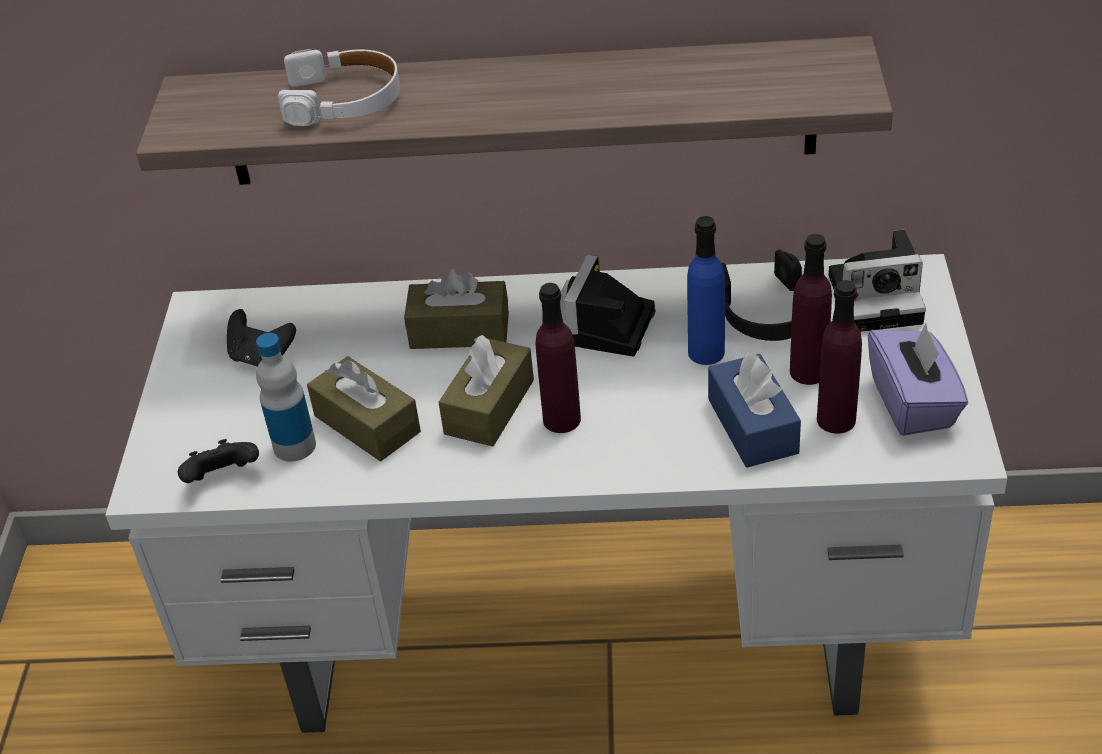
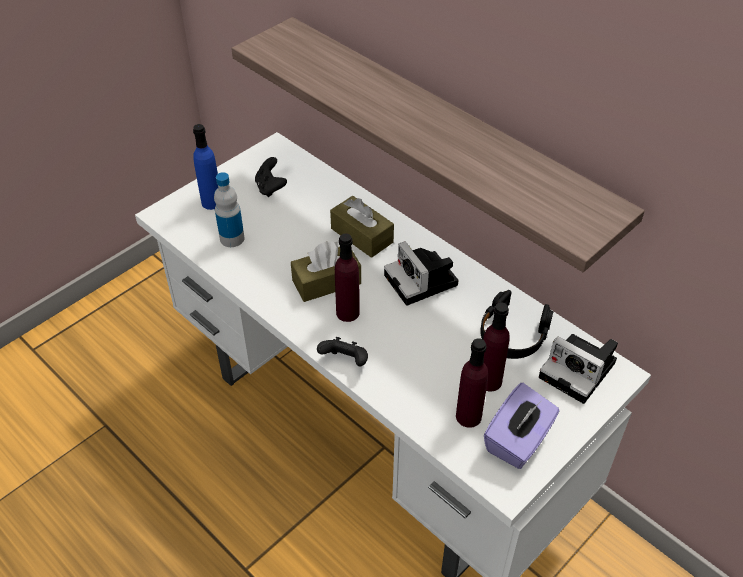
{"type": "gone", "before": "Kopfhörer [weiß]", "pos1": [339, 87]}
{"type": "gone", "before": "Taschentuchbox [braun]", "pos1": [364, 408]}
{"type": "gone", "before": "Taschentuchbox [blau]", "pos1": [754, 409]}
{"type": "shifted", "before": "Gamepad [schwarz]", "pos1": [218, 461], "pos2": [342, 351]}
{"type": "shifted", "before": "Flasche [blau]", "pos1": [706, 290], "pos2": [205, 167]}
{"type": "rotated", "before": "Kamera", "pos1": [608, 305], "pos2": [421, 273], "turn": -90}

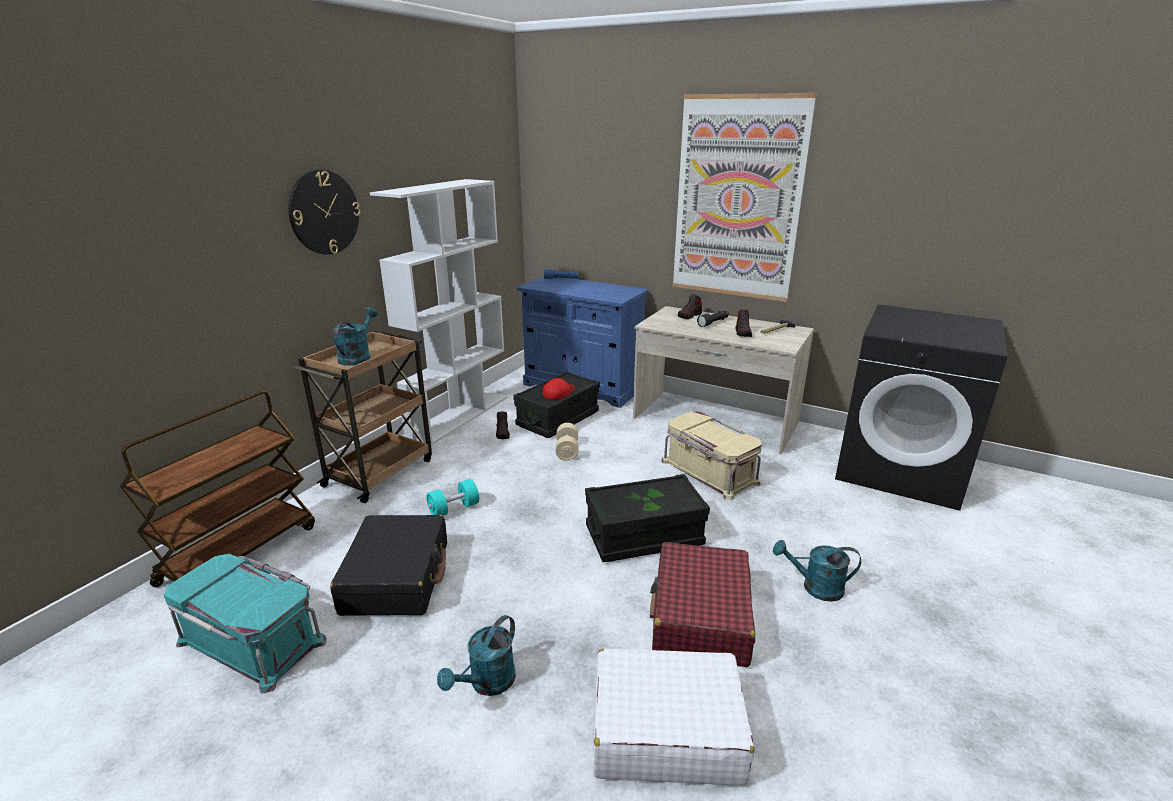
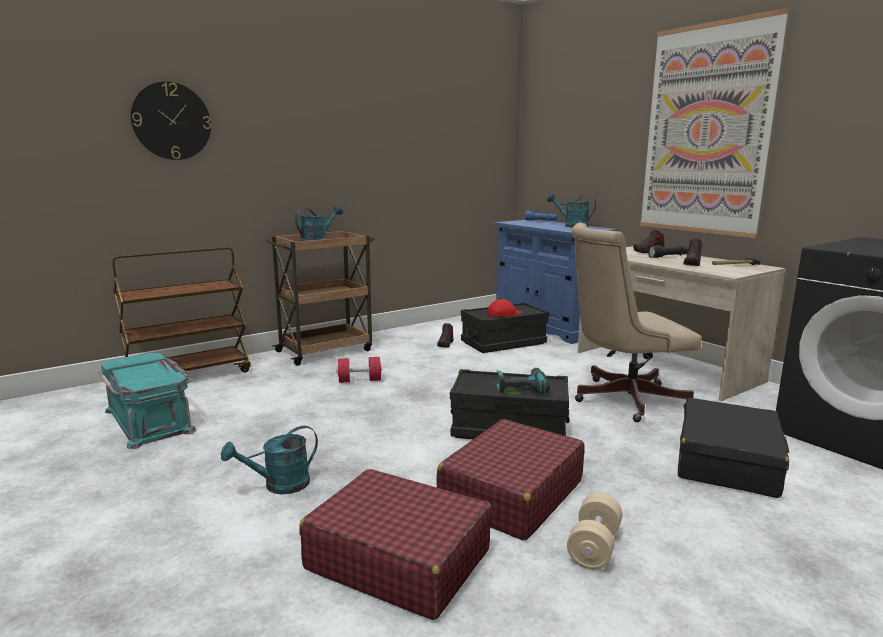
{"type": "gone", "before": "Bücherregal [weiß]", "pos1": [438, 312]}
{"type": "new", "after": "Bohrmaschine", "pos2": [523, 381]}
{"type": "shifted", "before": "Wanduhr", "pos1": [324, 212], "pos2": [171, 120]}
{"type": "shifted", "before": "Koffer [schwarz]", "pos1": [388, 565], "pos2": [733, 448]}
{"type": "shifted", "before": "Hantel [beige]", "pos1": [566, 442], "pos2": [594, 531]}
{"type": "shifted", "before": "Gießkanne [türkis]", "pos1": [817, 571], "pos2": [571, 210]}
{"type": "swapped", "before": "Aufbewahrungsbox [beige]", "after": "Bürostuhl [beige]", "pos1": [711, 455], "pos2": [636, 322]}
{"type": "repainted", "before": "Hantel [türkis]", "after": "Hantel [rot]", "pos1": [452, 497], "pos2": [359, 370]}
{"type": "repainted", "before": "Koffer [weiß]", "after": "Koffer [rot]", "pos1": [674, 717], "pos2": [395, 544]}

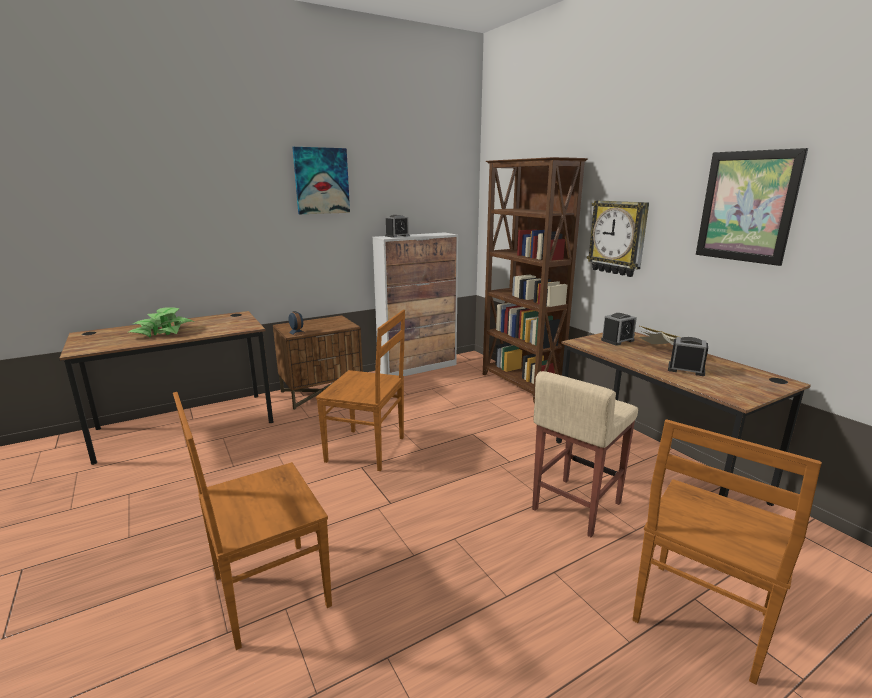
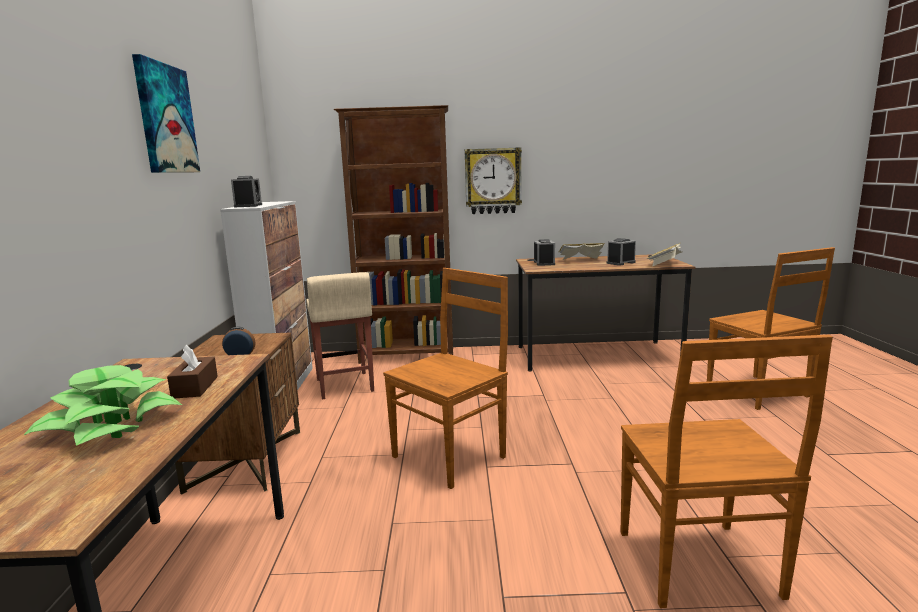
{"type": "gone", "before": "Bild", "pos1": [752, 207]}
{"type": "new", "after": "Taschentuchbox [braun]", "pos2": [192, 371]}
{"type": "new", "after": "Buch", "pos2": [664, 254]}
{"type": "shifted", "before": "Hocker [beige]", "pos1": [585, 454], "pos2": [340, 335]}

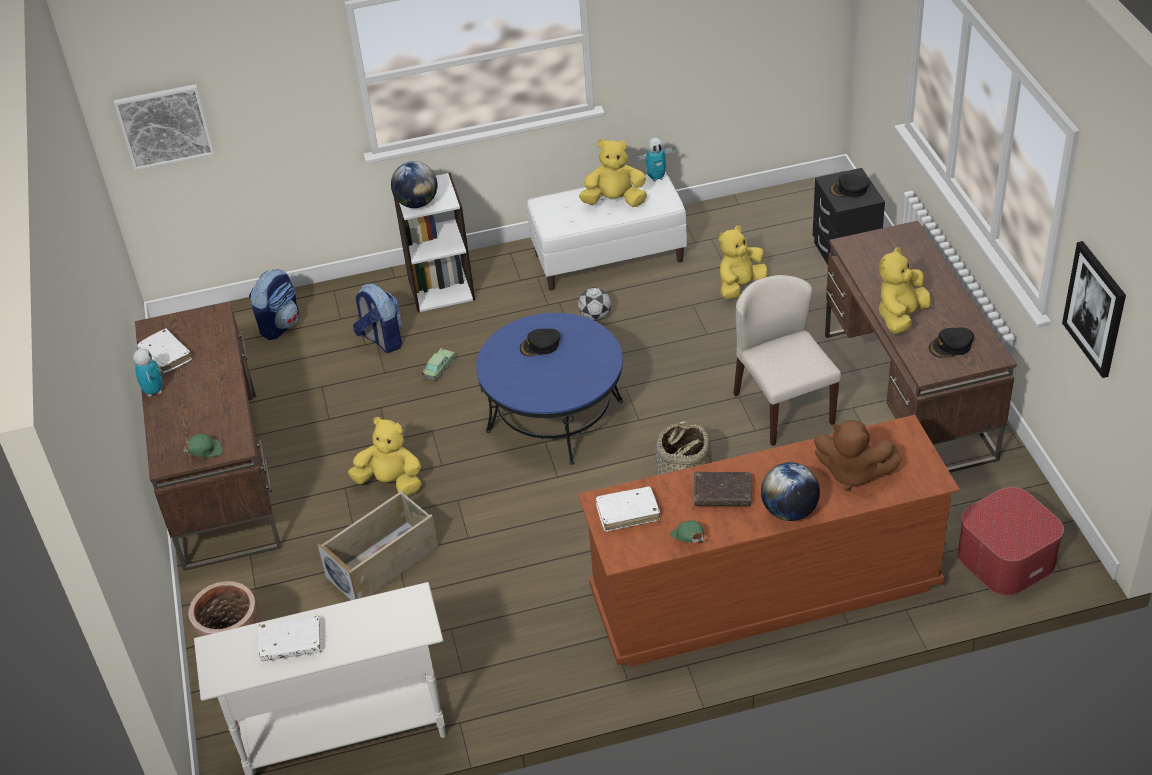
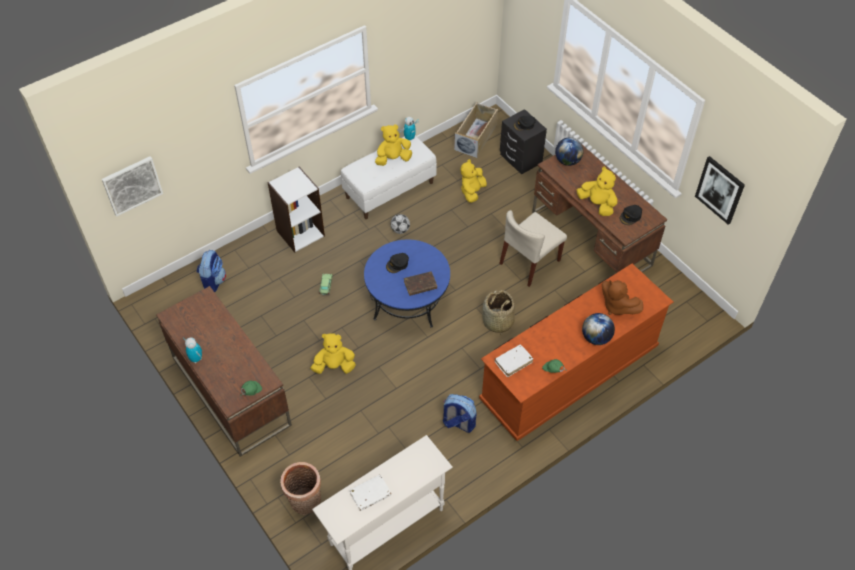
{"type": "gone", "before": "Buch [weiß]", "pos1": [165, 350]}
{"type": "gone", "before": "Polsterhocker", "pos1": [1010, 541]}
{"type": "shifted", "before": "Aufbewahrungsbox [beige]", "pos1": [378, 545], "pos2": [476, 130]}
{"type": "shifted", "before": "Rucksack", "pos1": [377, 318], "pos2": [460, 413]}
{"type": "shifted", "before": "Globus", "pos1": [414, 184], "pos2": [569, 151]}
{"type": "shifted", "before": "Buch [braun]", "pos1": [722, 489], "pos2": [420, 284]}
{"type": "rotated", "before": "Stuhl [beige]", "pos1": [787, 360], "pos2": [533, 248], "turn": -90}
{"type": "rotated", "before": "Plüschtier [braun]", "pos1": [858, 455], "pos2": [622, 297], "turn": 45}
{"type": "rotated", "before": "Plüschtier [gelb]", "pos1": [905, 290], "pos2": [597, 191], "turn": 120}

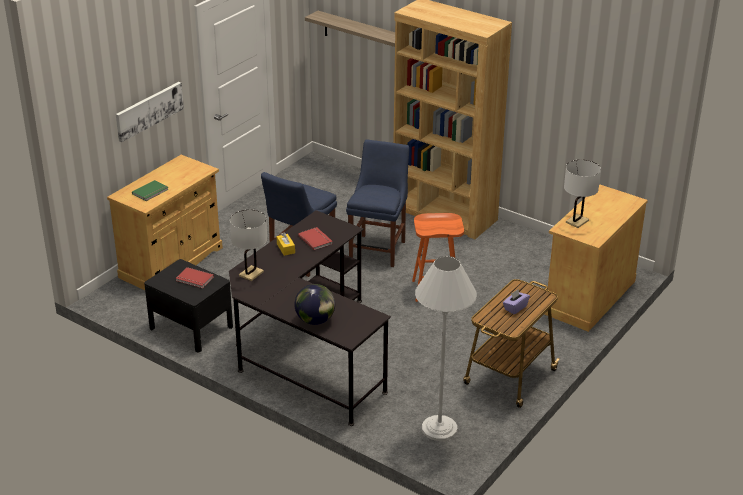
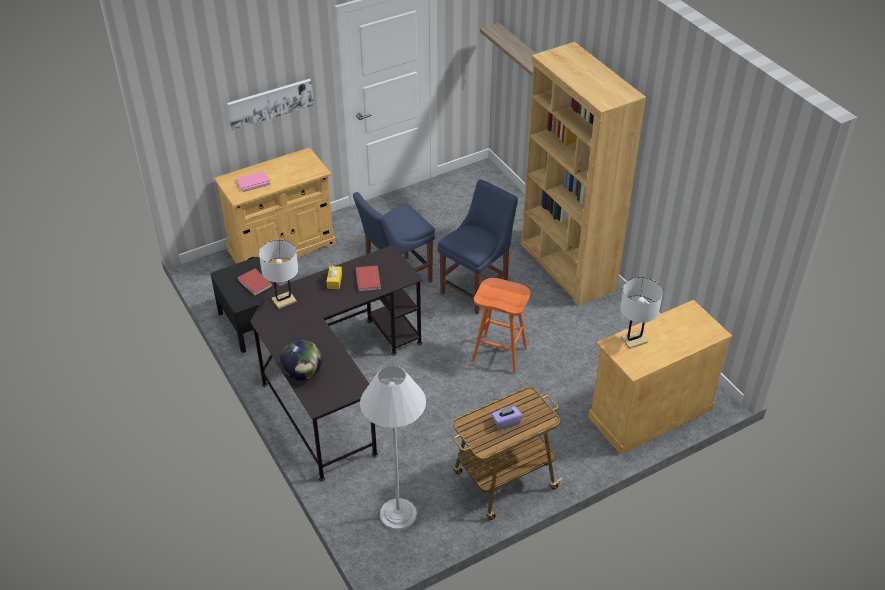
{"type": "repainted", "before": "Buch [grün]", "after": "Buch [rosa]", "pos1": [150, 190], "pos2": [253, 181]}

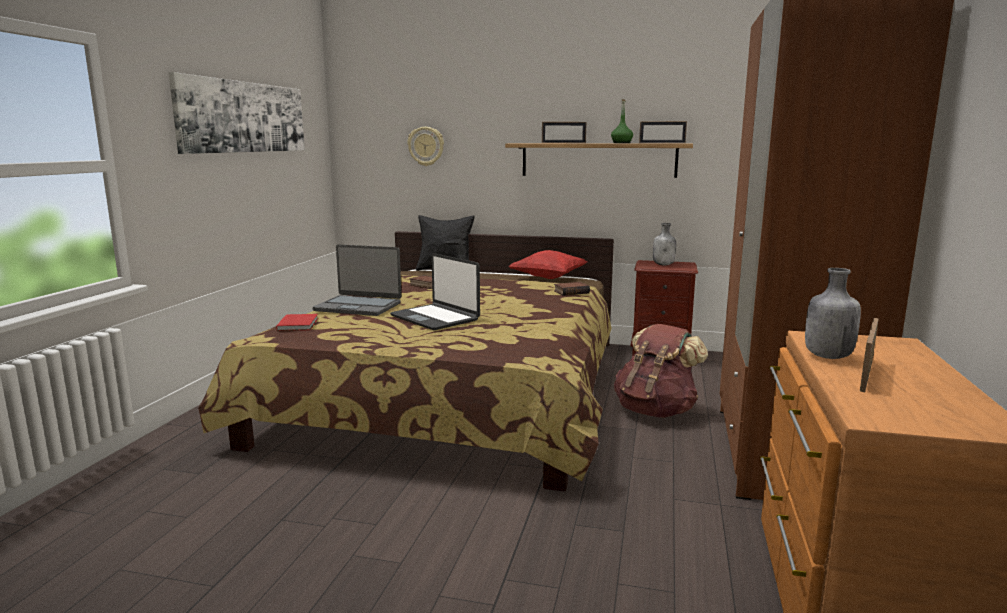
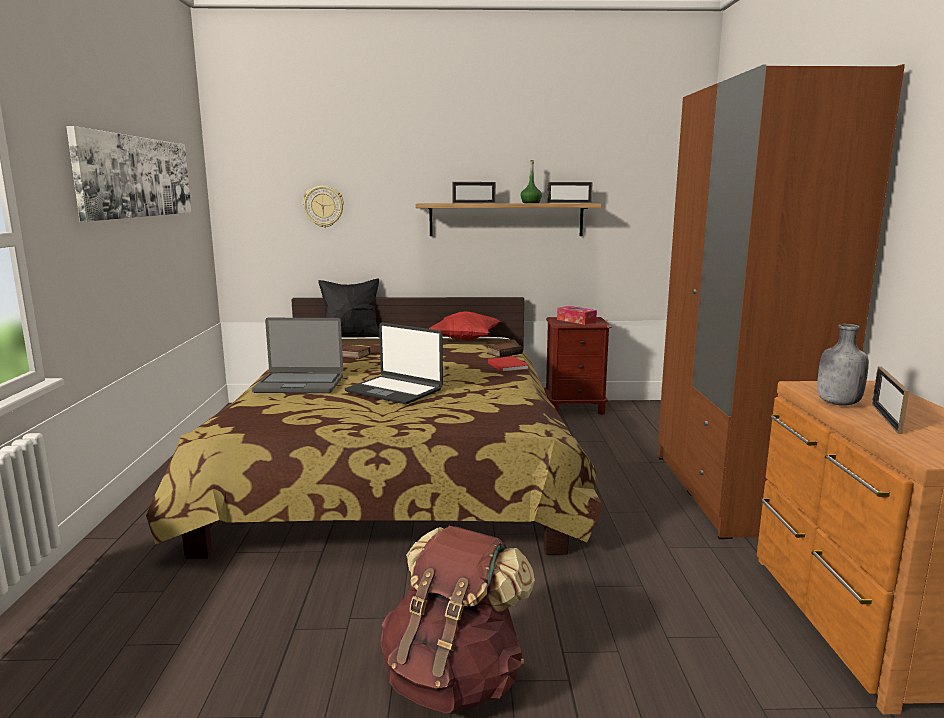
{"type": "shifted", "before": "Buch [rot]", "pos1": [297, 322], "pos2": [508, 364]}
{"type": "shifted", "before": "Rucksack [braun]", "pos1": [661, 371], "pos2": [457, 619]}
{"type": "swapped", "before": "Flasche [grau]", "after": "Taschentuchbox", "pos1": [664, 244], "pos2": [577, 315]}

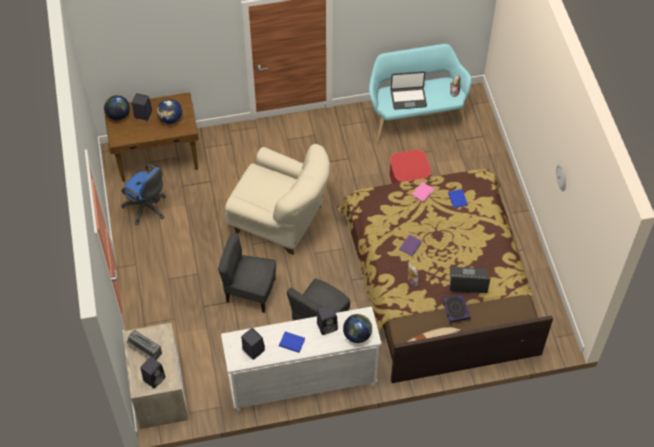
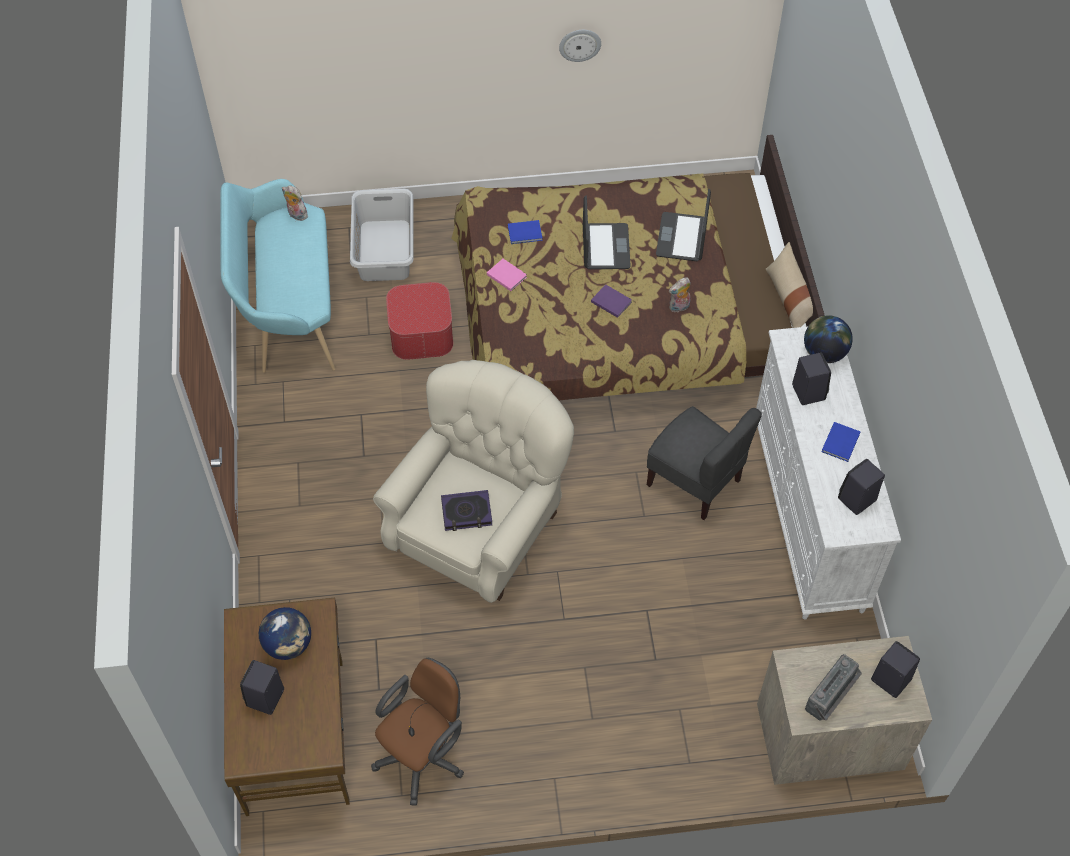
{"type": "gone", "before": "Globus", "pos1": [117, 107]}
{"type": "gone", "before": "Stuhl [grau]", "pos1": [247, 272]}
{"type": "new", "after": "Wäschekorb [grau]", "pos2": [382, 235]}
{"type": "shifted", "before": "Laptop", "pos1": [409, 90], "pos2": [607, 232]}
{"type": "shifted", "before": "Buch", "pos1": [456, 308], "pos2": [466, 510]}
{"type": "repainted", "before": "Bürostuhl [blau]", "after": "Bürostuhl [braun]", "pos1": [143, 194], "pos2": [417, 732]}

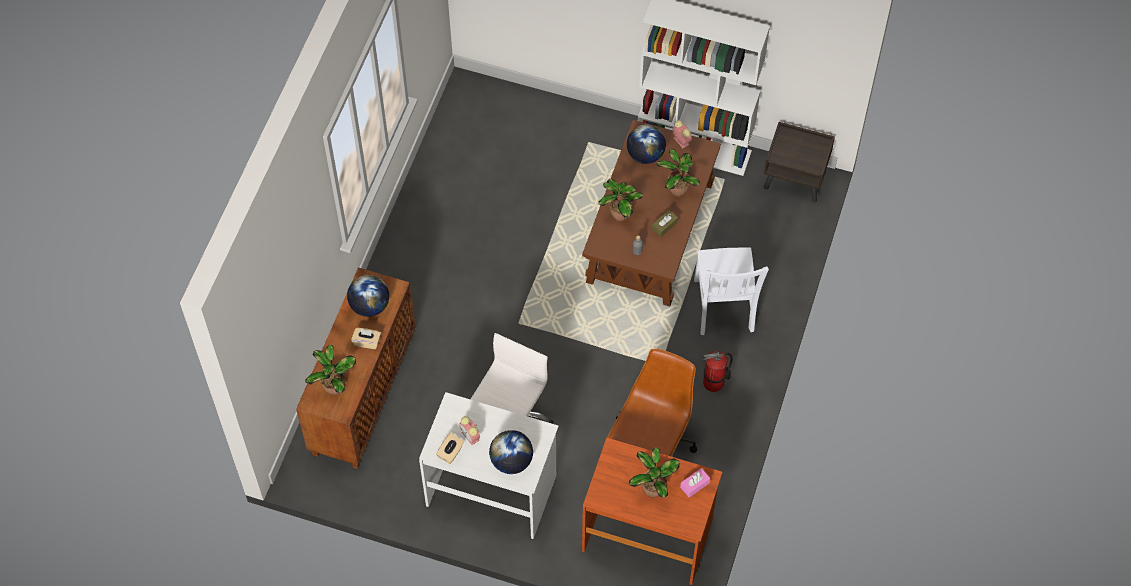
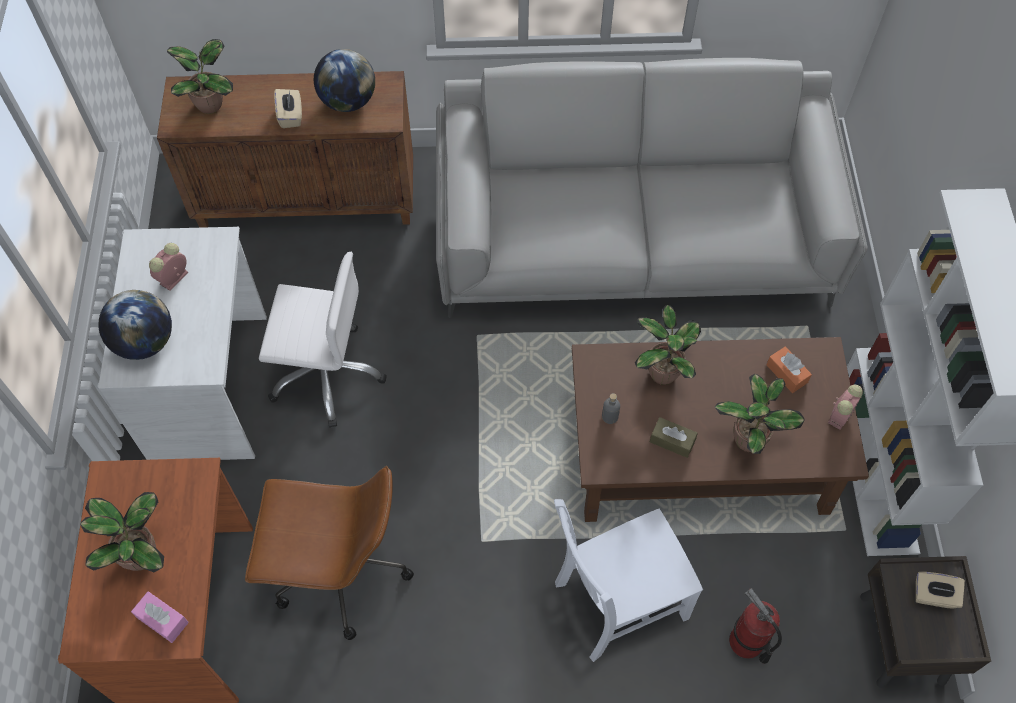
{"type": "new", "after": "Sofa [grau]", "pos2": [652, 188]}
{"type": "shifted", "before": "Taschentuchbox [beige]", "pos1": [450, 448], "pos2": [940, 590]}
{"type": "shifted", "before": "Feuerlöscher", "pos1": [717, 371], "pos2": [755, 626]}
{"type": "swapped", "before": "Globus", "after": "Taschentuchbox [orange]", "pos1": [646, 144], "pos2": [789, 370]}

